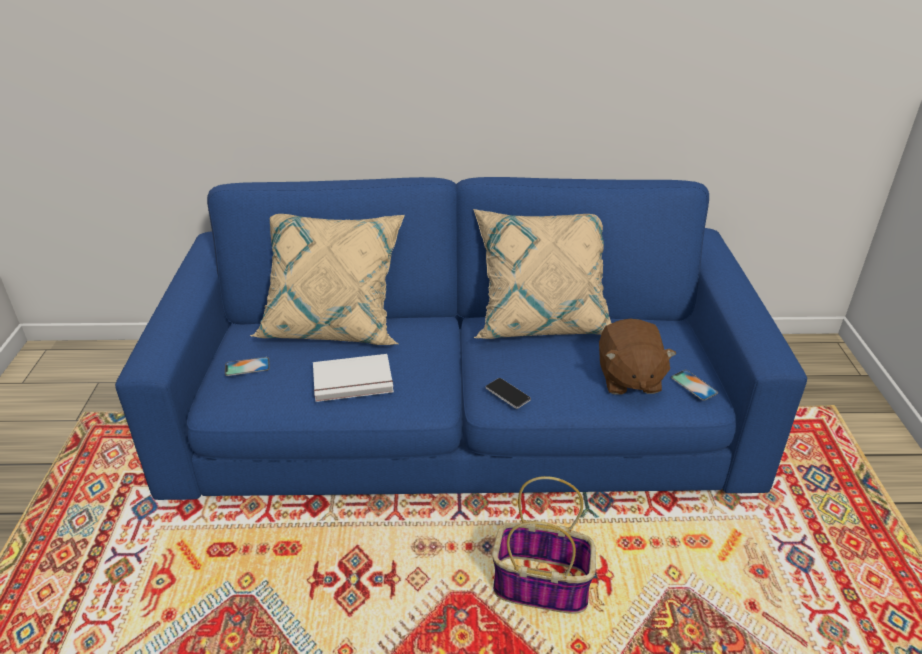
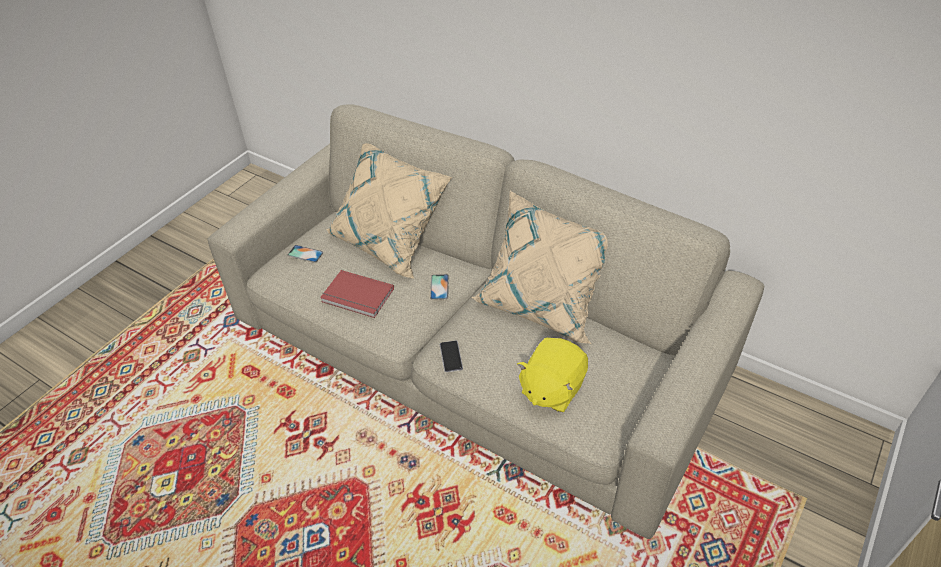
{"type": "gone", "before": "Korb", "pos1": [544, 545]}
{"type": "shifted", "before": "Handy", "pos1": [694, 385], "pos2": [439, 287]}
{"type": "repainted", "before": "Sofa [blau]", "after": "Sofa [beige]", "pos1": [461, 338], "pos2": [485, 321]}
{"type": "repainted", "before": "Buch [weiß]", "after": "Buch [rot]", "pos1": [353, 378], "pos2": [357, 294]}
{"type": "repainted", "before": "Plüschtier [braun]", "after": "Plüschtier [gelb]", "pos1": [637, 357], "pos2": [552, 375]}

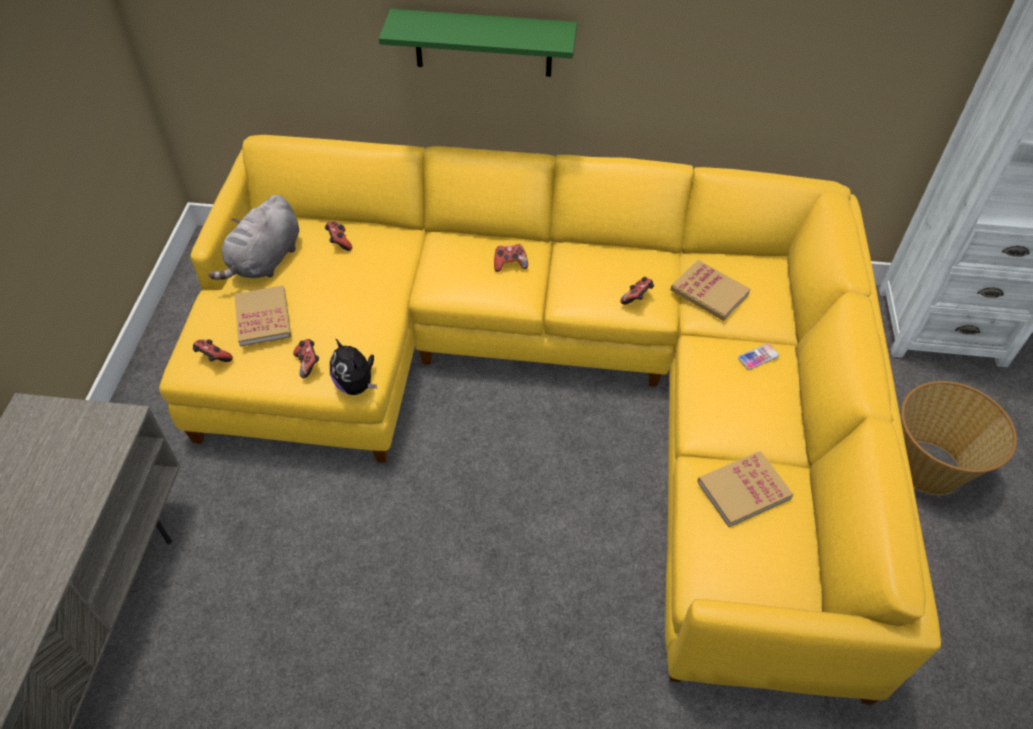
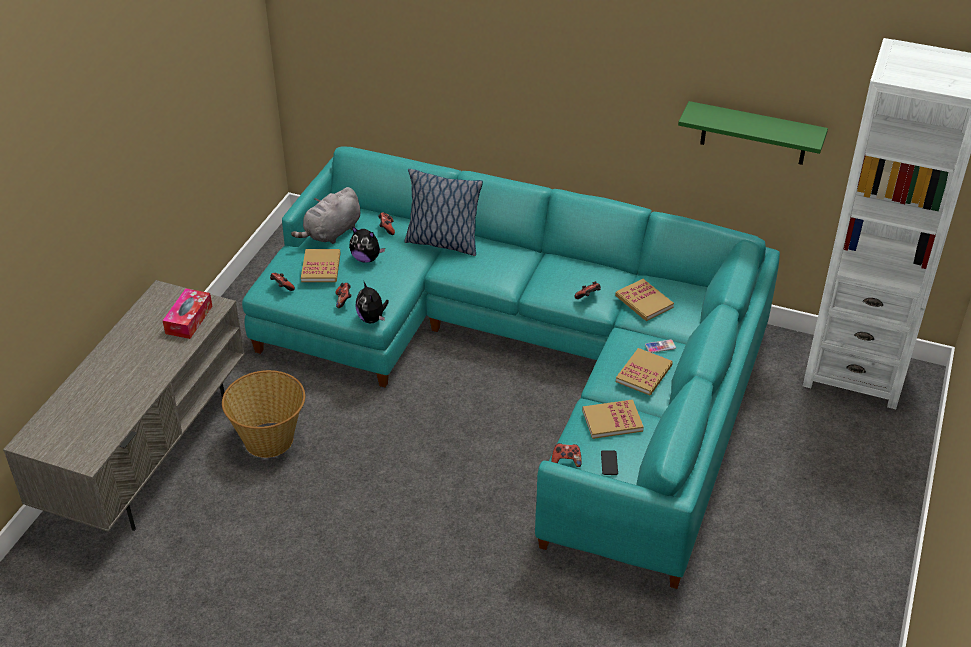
{"type": "new", "after": "Taschentuchbox", "pos2": [187, 313]}
{"type": "new", "after": "Plüschtier", "pos2": [367, 244]}
{"type": "new", "after": "Kissen", "pos2": [443, 212]}
{"type": "new", "after": "Handy", "pos2": [609, 462]}
{"type": "new", "after": "Buch", "pos2": [644, 371]}
{"type": "shifted", "before": "Wandregal [grün]", "pos1": [478, 43], "pos2": [753, 133]}
{"type": "shifted", "before": "Gamepad", "pos1": [511, 258], "pos2": [566, 455]}
{"type": "shifted", "before": "Korb", "pos1": [959, 438], "pos2": [263, 414]}
{"type": "repainted", "before": "Sofa [gelb]", "after": "Sofa [türkis]", "pos1": [550, 420], "pos2": [511, 367]}

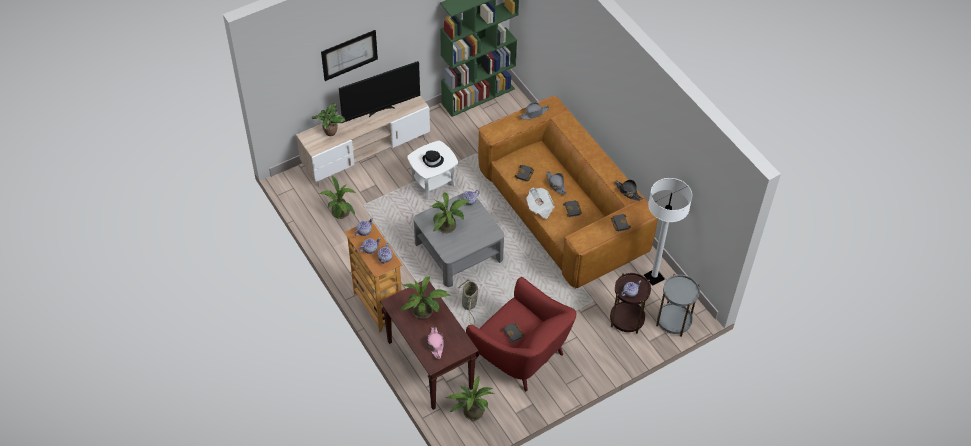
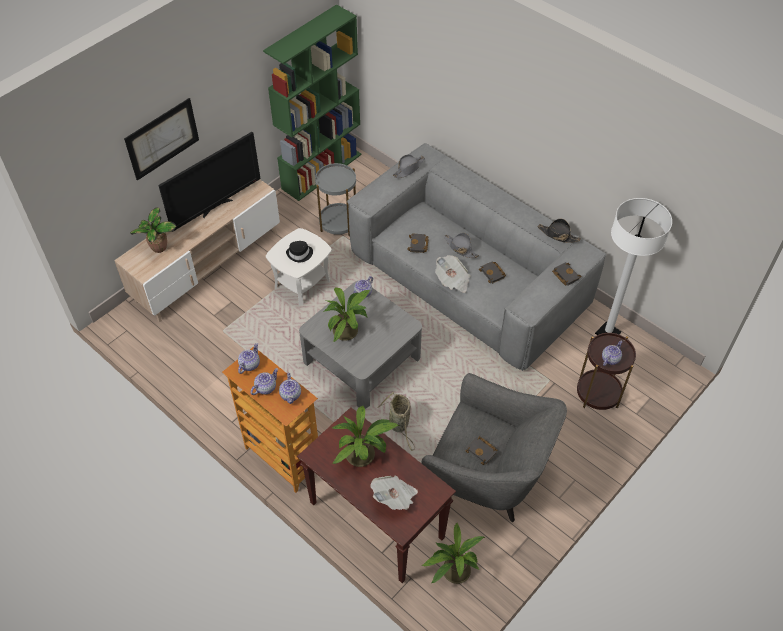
{"type": "gone", "before": "Topfpflanze", "pos1": [337, 197]}
{"type": "shifted", "before": "Beistelltisch [grau]", "pos1": [678, 305], "pos2": [335, 199]}
{"type": "swapped", "before": "Hut [rosa]", "after": "Zeitung", "pos1": [436, 343], "pos2": [394, 493]}
{"type": "repainted", "before": "Sessel [rot]", "after": "Sessel [grau]", "pos1": [521, 334], "pos2": [494, 447]}
{"type": "repainted", "before": "Sofa [braun]", "after": "Sofa [grau]", "pos1": [568, 191], "pos2": [476, 257]}

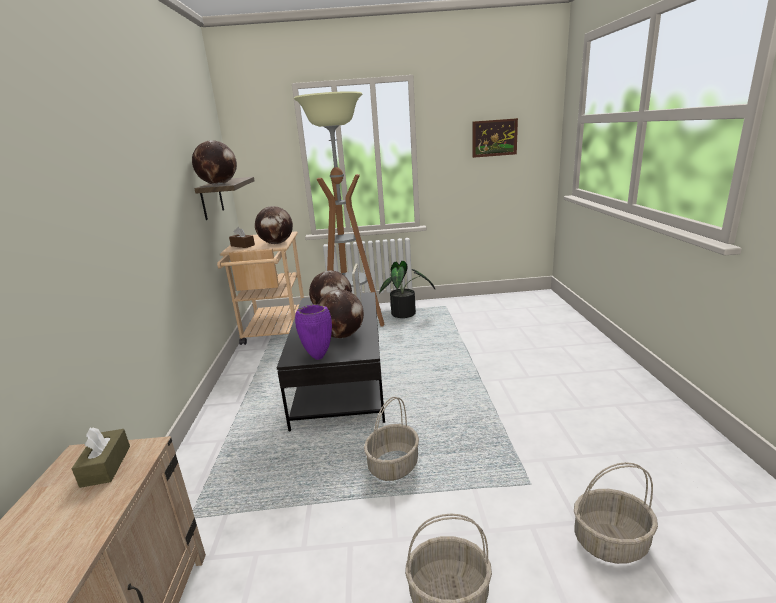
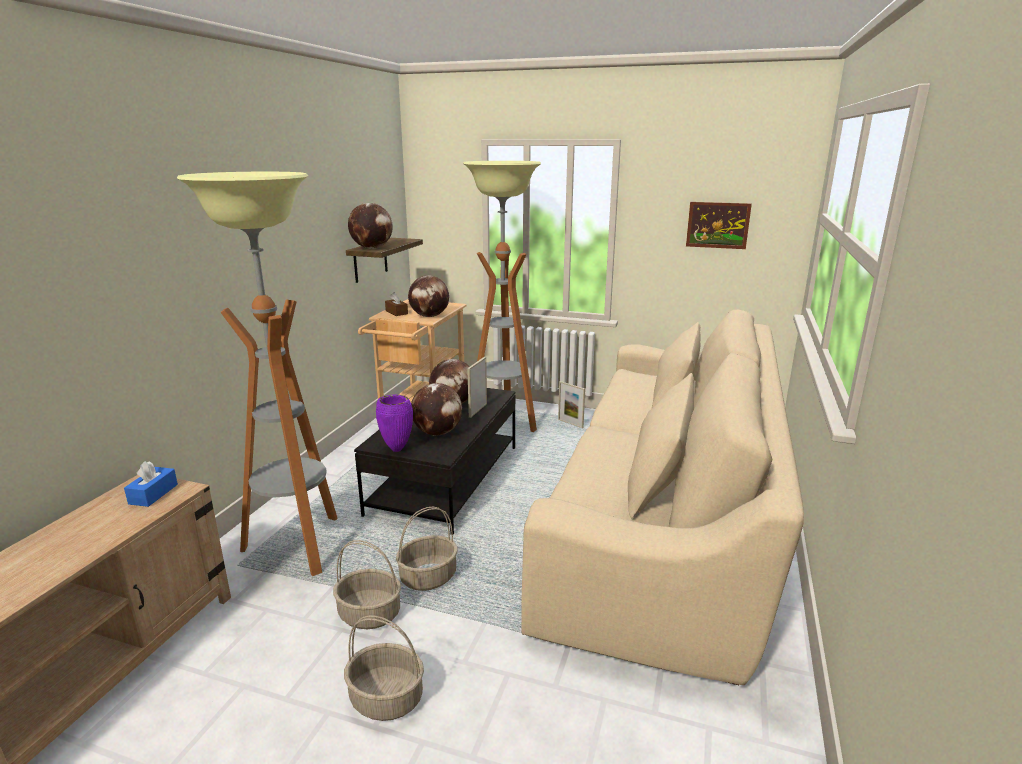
{"type": "new", "after": "Stehlampe", "pos2": [257, 373]}
{"type": "new", "after": "Sofa [beige]", "pos2": [662, 497]}
{"type": "shifted", "before": "Korb", "pos1": [616, 513], "pos2": [367, 584]}
{"type": "swapped", "before": "Topfpflanze", "after": "Bilderrahmen", "pos1": [407, 289], "pos2": [571, 404]}
{"type": "repainted", "before": "Taschentuchbox [braun]", "after": "Taschentuchbox [blau]", "pos1": [100, 458], "pos2": [151, 484]}

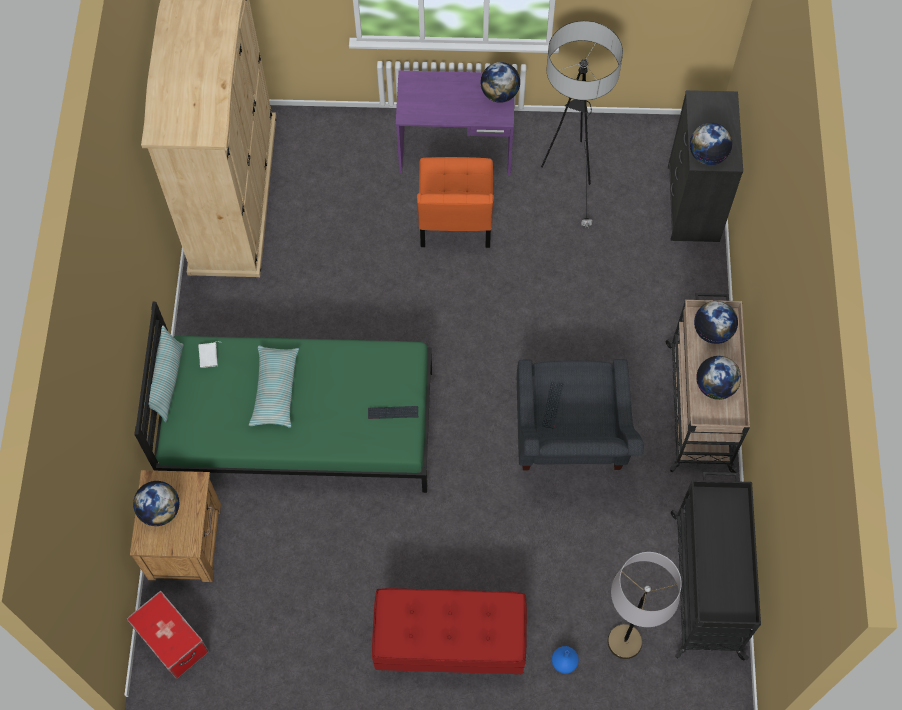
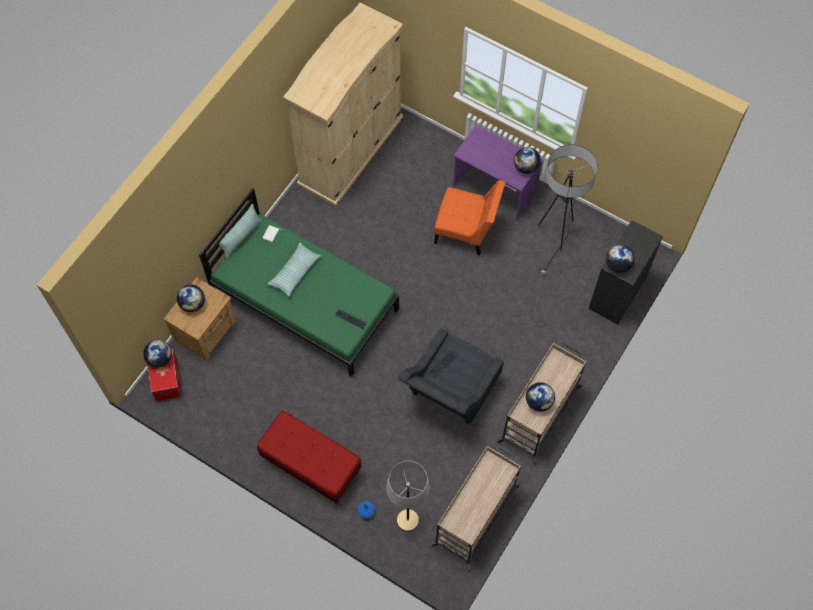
{"type": "shifted", "before": "Globus", "pos1": [716, 322], "pos2": [157, 354]}
{"type": "repainted", "before": "Rollwagen [schwarz]", "after": "Rollwagen [beige]", "pos1": [716, 566], "pos2": [475, 507]}
{"type": "rotated", "before": "Stuhl [orange]", "pos1": [455, 202], "pos2": [469, 217], "turn": -105}

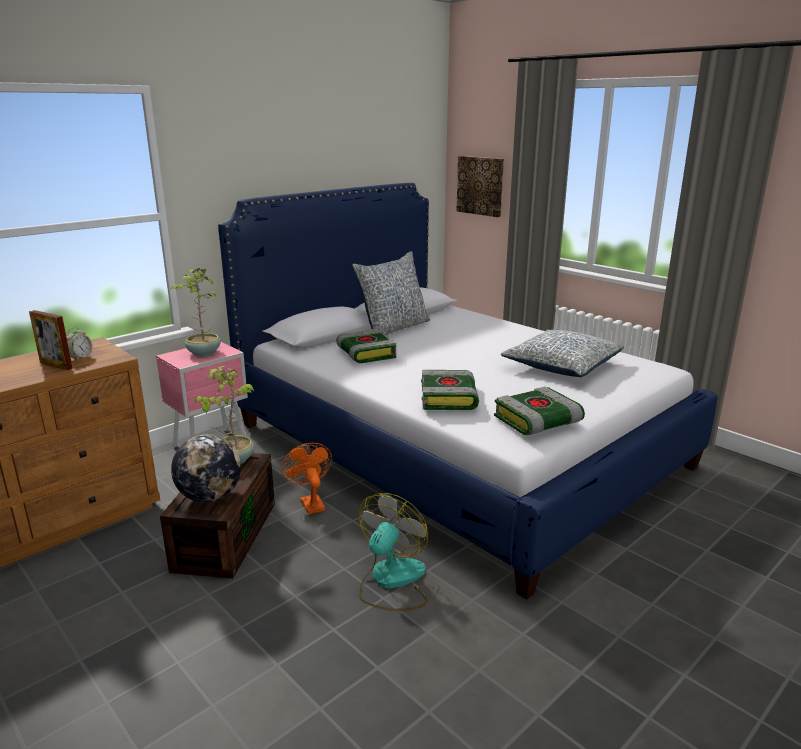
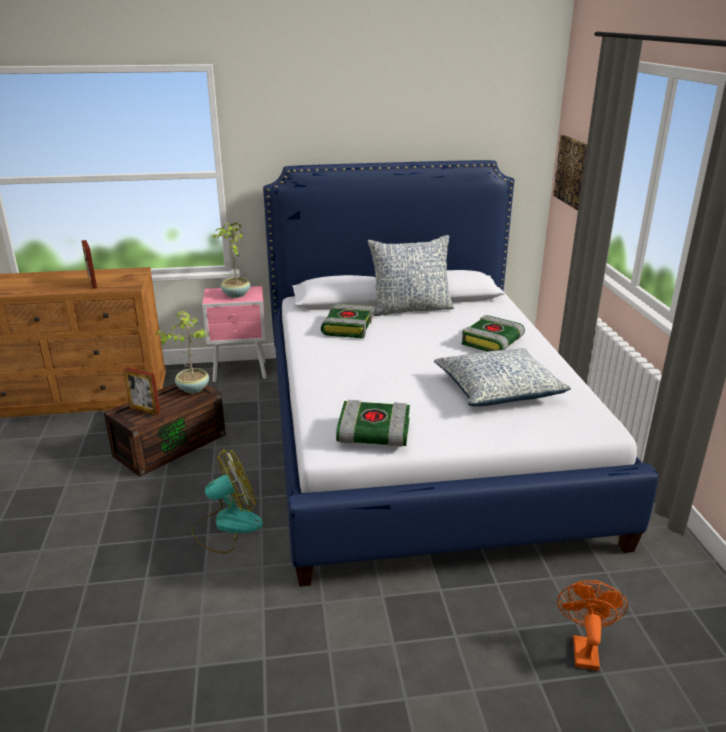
{"type": "gone", "before": "Wecker", "pos1": [79, 344]}
{"type": "shifted", "before": "Ventilator [orange]", "pos1": [306, 478], "pos2": [592, 625]}
{"type": "shifted", "before": "Buch", "pos1": [450, 390], "pos2": [493, 333]}
{"type": "swapped", "before": "Globus", "after": "Bilderrahmen", "pos1": [206, 468], "pos2": [141, 391]}

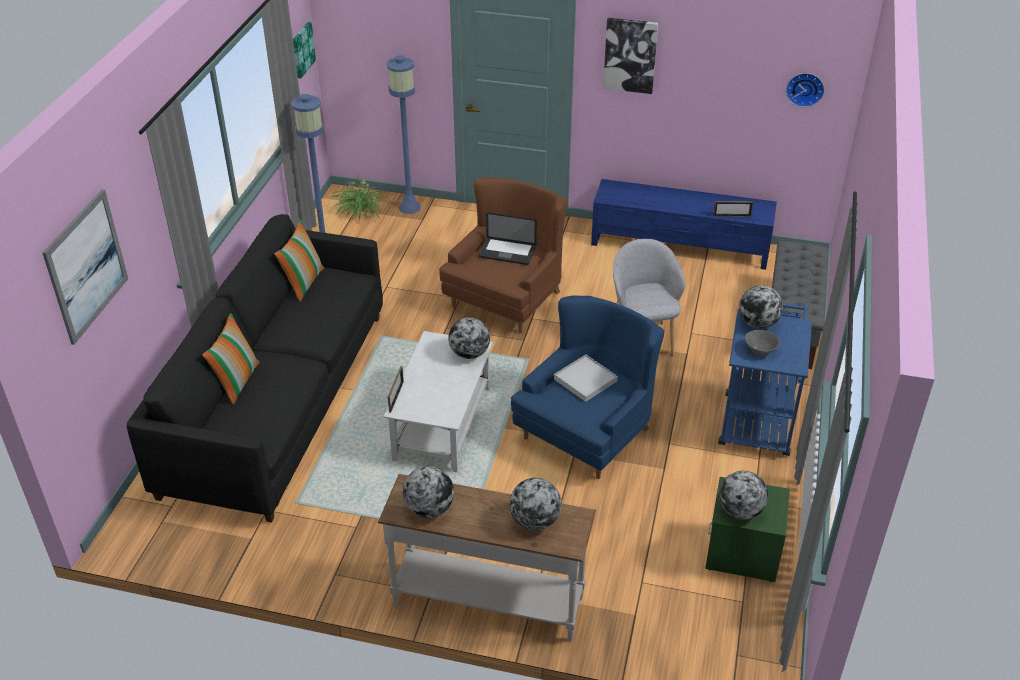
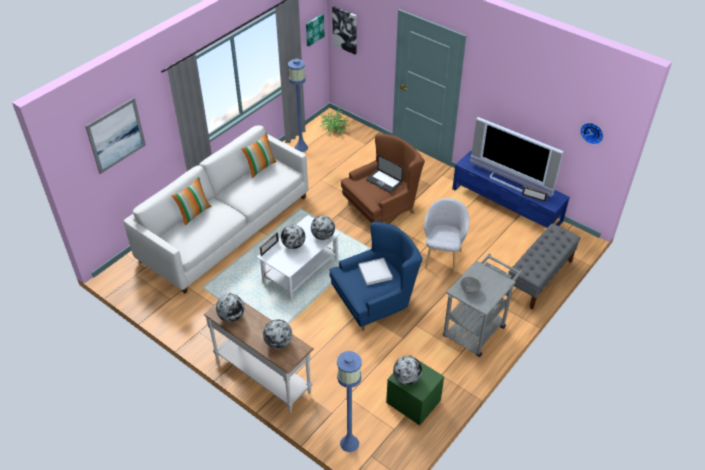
{"type": "new", "after": "Fernseher", "pos2": [517, 157]}
{"type": "shifted", "before": "Stehlampe [blau]", "pos1": [404, 134], "pos2": [349, 401]}
{"type": "shifted", "before": "Bild", "pos1": [630, 56], "pos2": [344, 30]}
{"type": "shifted", "before": "Globus", "pos1": [761, 307], "pos2": [293, 236]}
{"type": "repainted", "before": "Sofa [schwarz]", "after": "Sofa [weiß]", "pos1": [255, 368], "pos2": [216, 209]}
{"type": "repainted", "before": "Rollwagen [blau]", "after": "Rollwagen [grau]", "pos1": [765, 379], "pos2": [482, 305]}

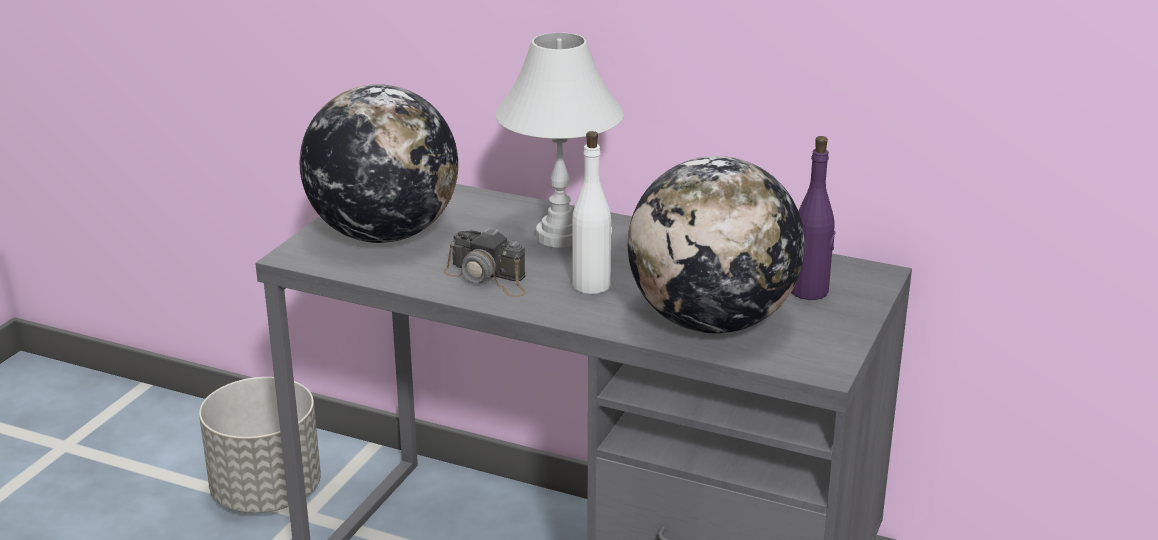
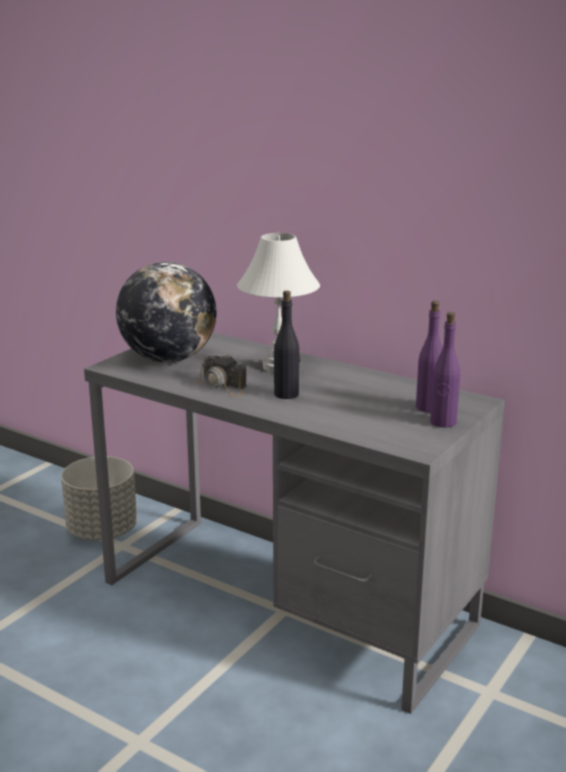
{"type": "gone", "before": "Globus", "pos1": [716, 245]}
{"type": "new", "after": "Flasche [lila]", "pos2": [445, 370]}
{"type": "repainted", "before": "Flasche [weiß]", "after": "Flasche [schwarz]", "pos1": [592, 212], "pos2": [287, 345]}

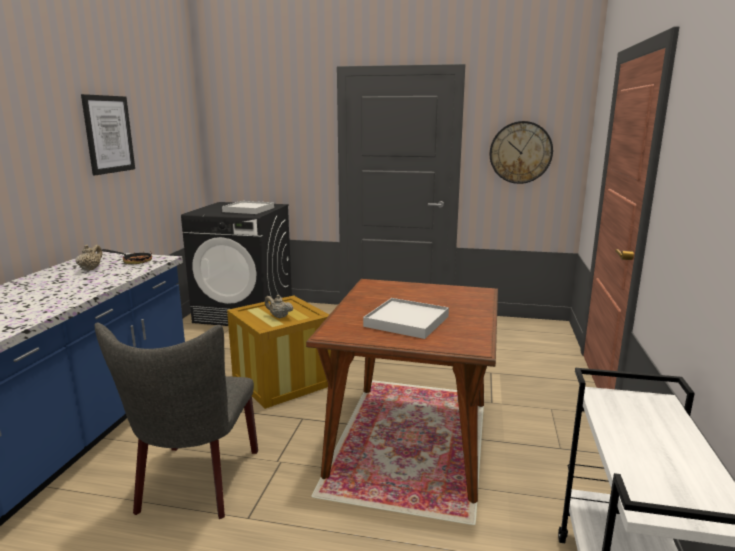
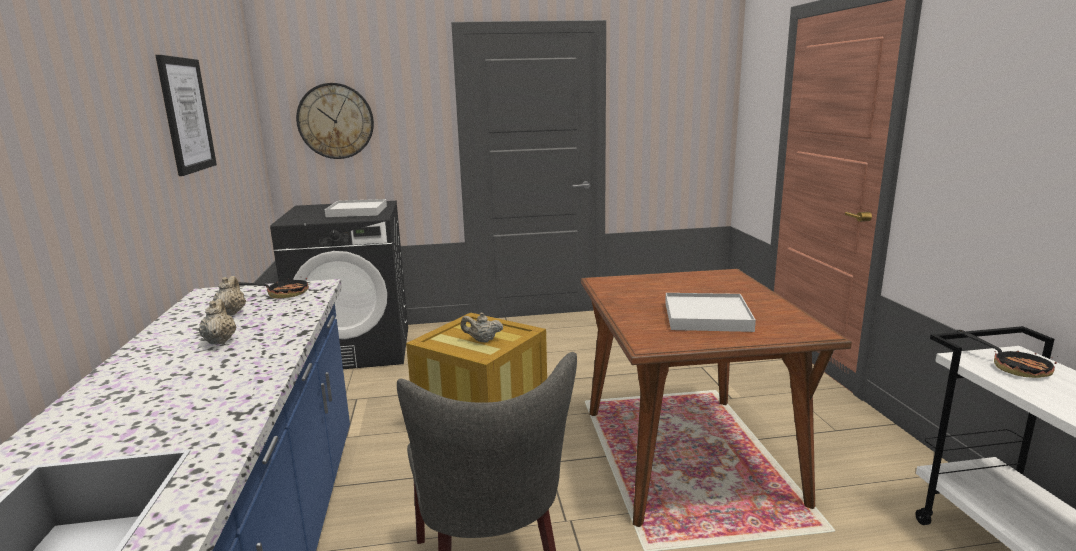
{"type": "new", "after": "Teekanne [beige]", "pos2": [218, 322]}
{"type": "new", "after": "Pfanne", "pos2": [1007, 354]}
{"type": "shifted", "before": "Wanduhr", "pos1": [521, 152], "pos2": [335, 121]}

